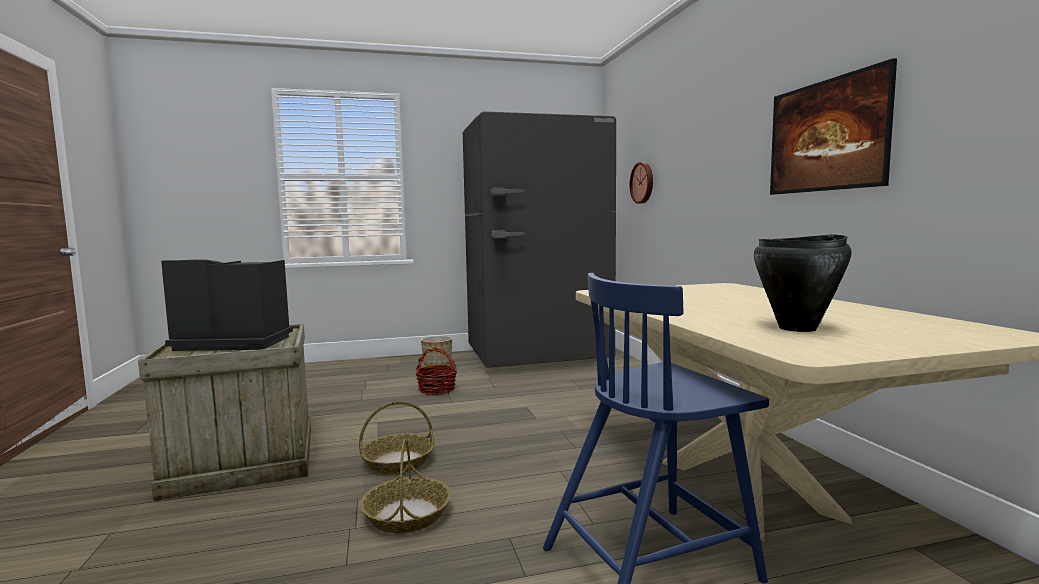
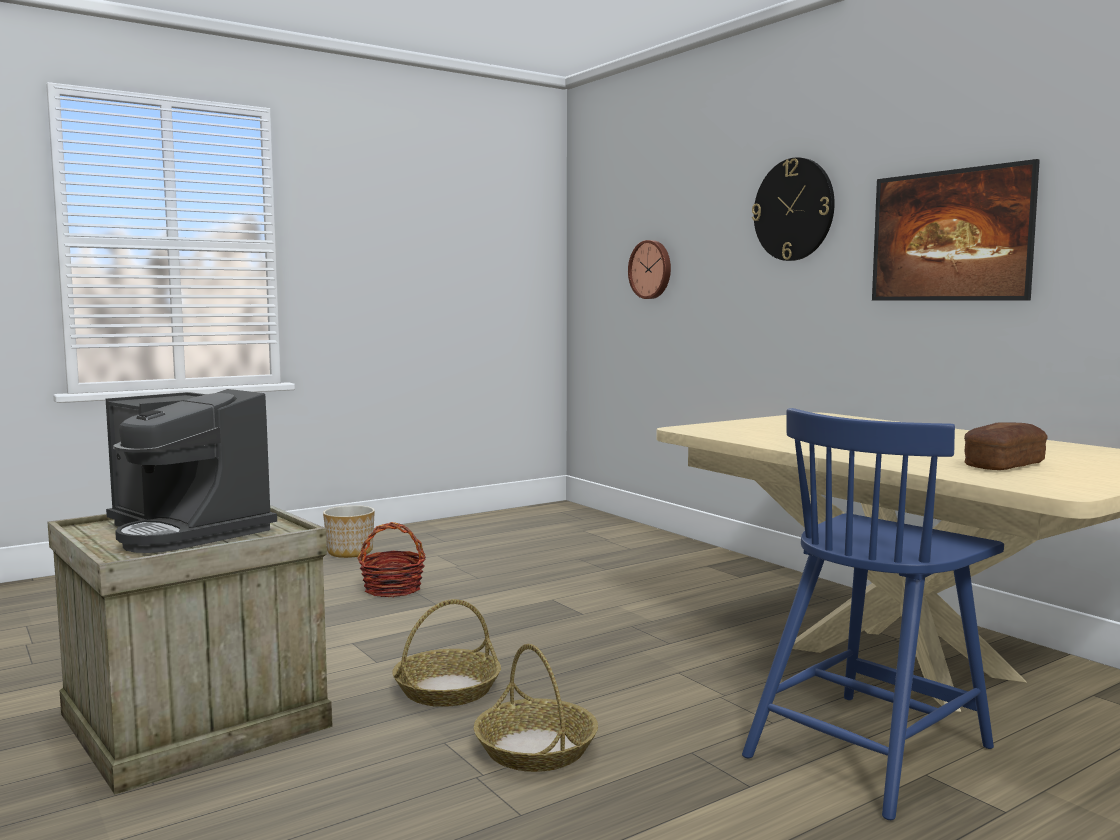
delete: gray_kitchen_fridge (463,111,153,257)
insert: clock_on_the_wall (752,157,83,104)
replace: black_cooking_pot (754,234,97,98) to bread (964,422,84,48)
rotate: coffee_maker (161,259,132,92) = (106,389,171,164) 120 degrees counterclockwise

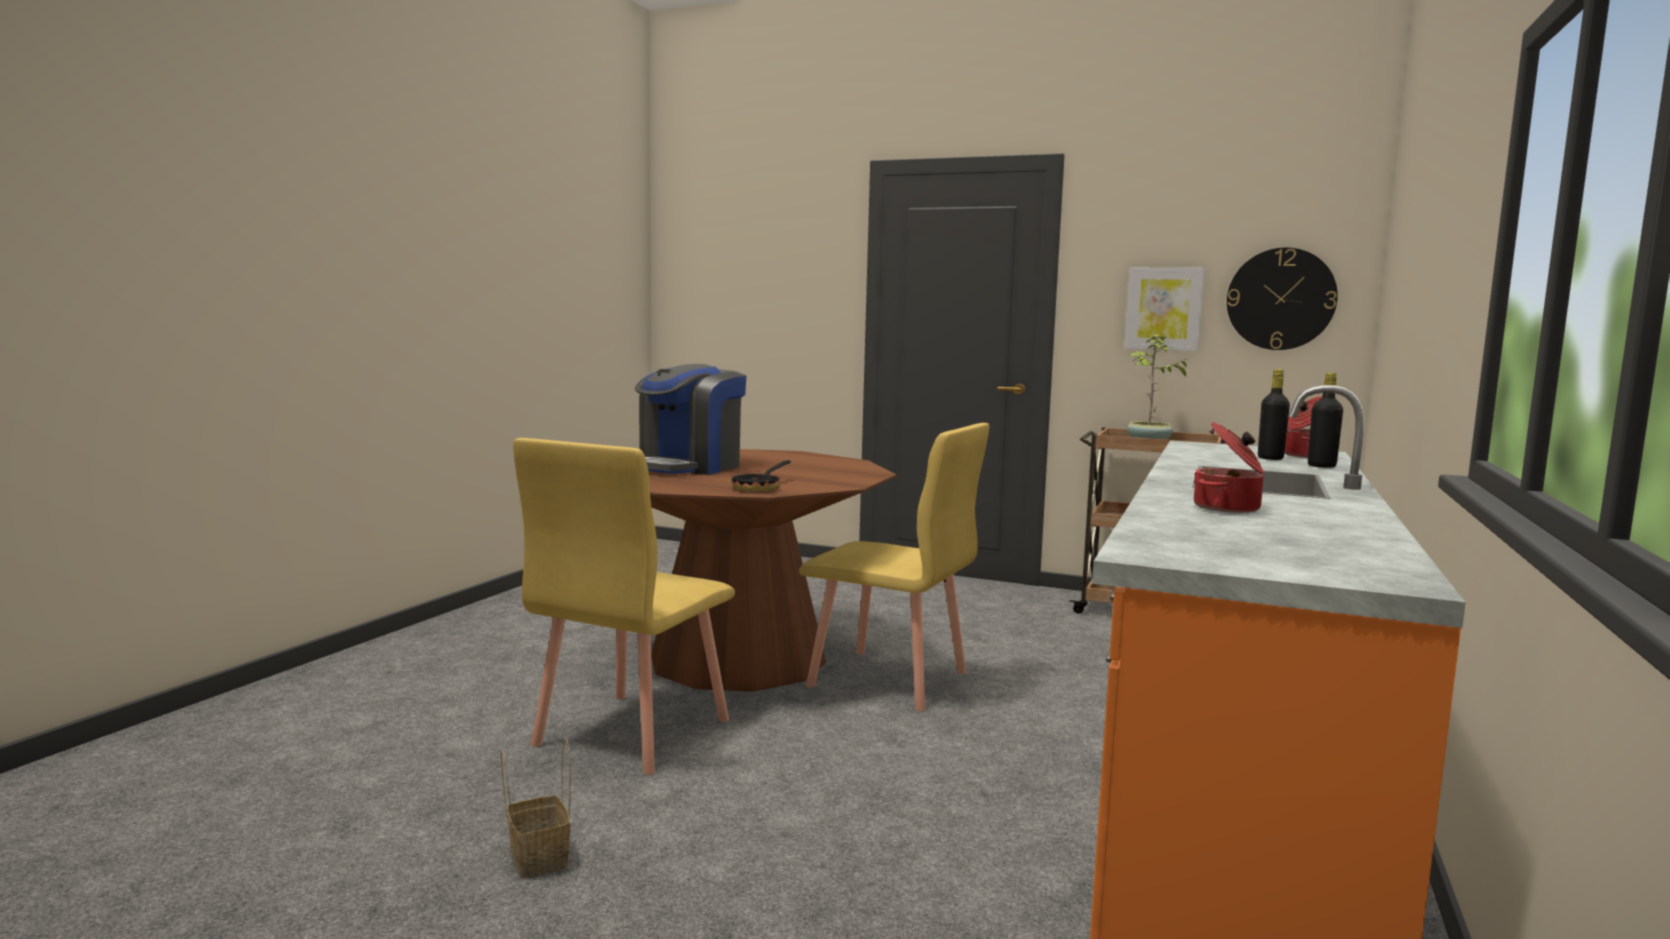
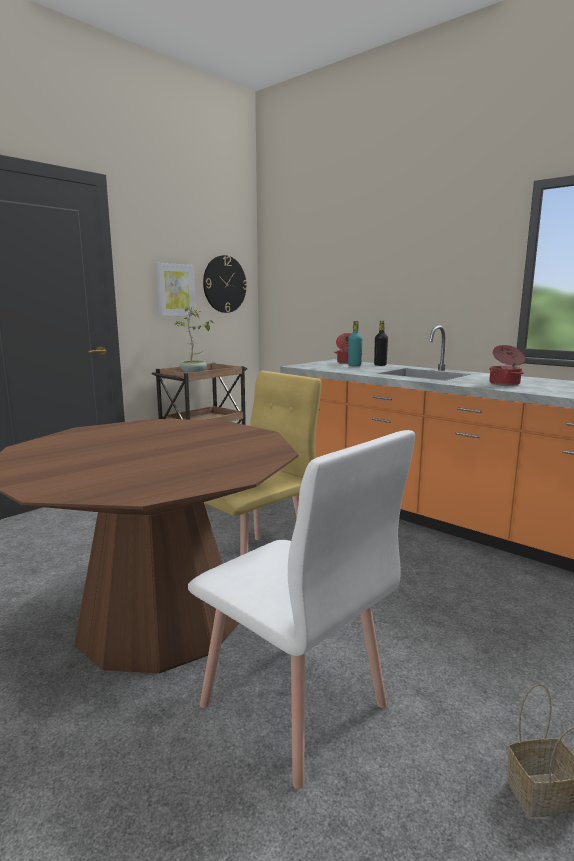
delete: coffee_maker (635,364,112,111); skillet (731,460,60,32)
recolor: yellow_upright_chair (513,438,222,337) to whitish_upright_chair (188,430,227,359); black_drink_bottle (1258,369,32,91) to turquoise-coloured_drink_bottle (348,321,14,46)

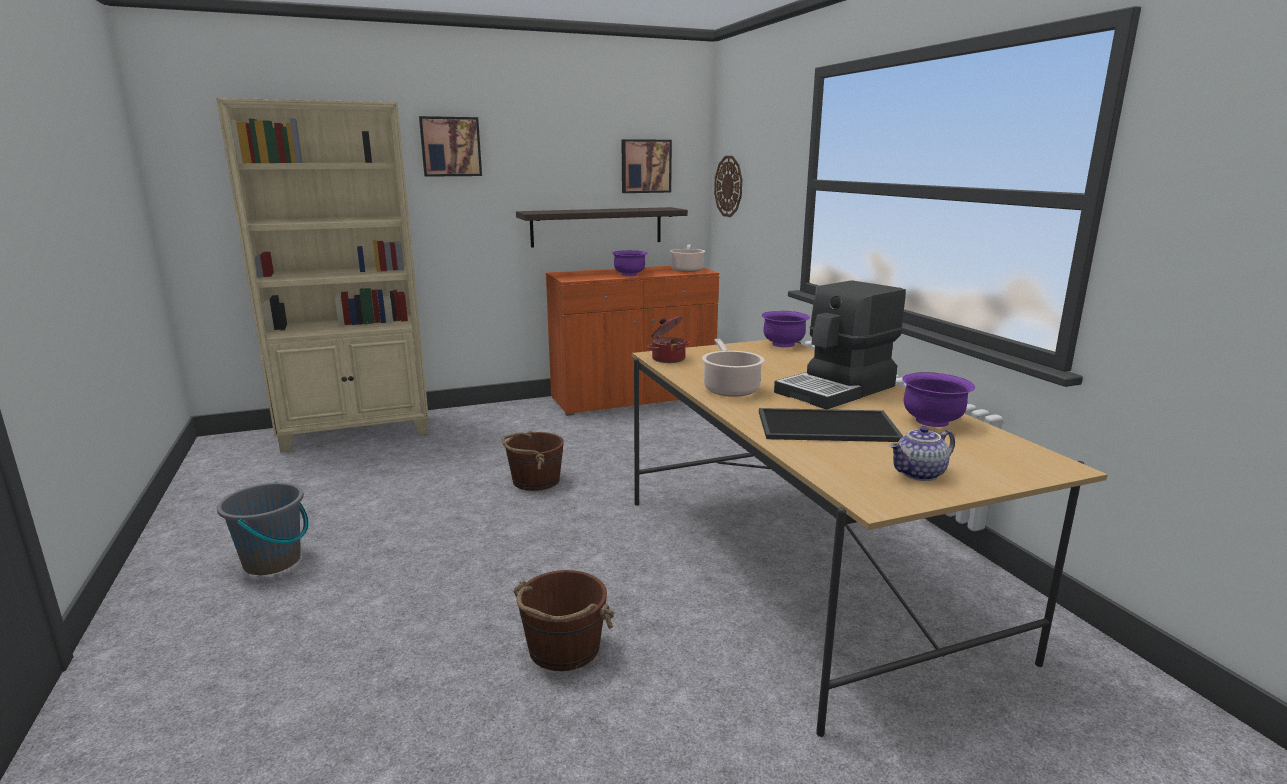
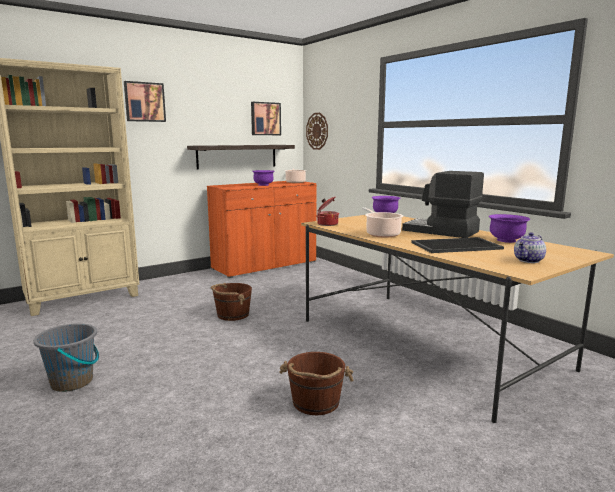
rotate: coffee_maker (774,280,132,129) = (402,171,82,67) 90 degrees clockwise

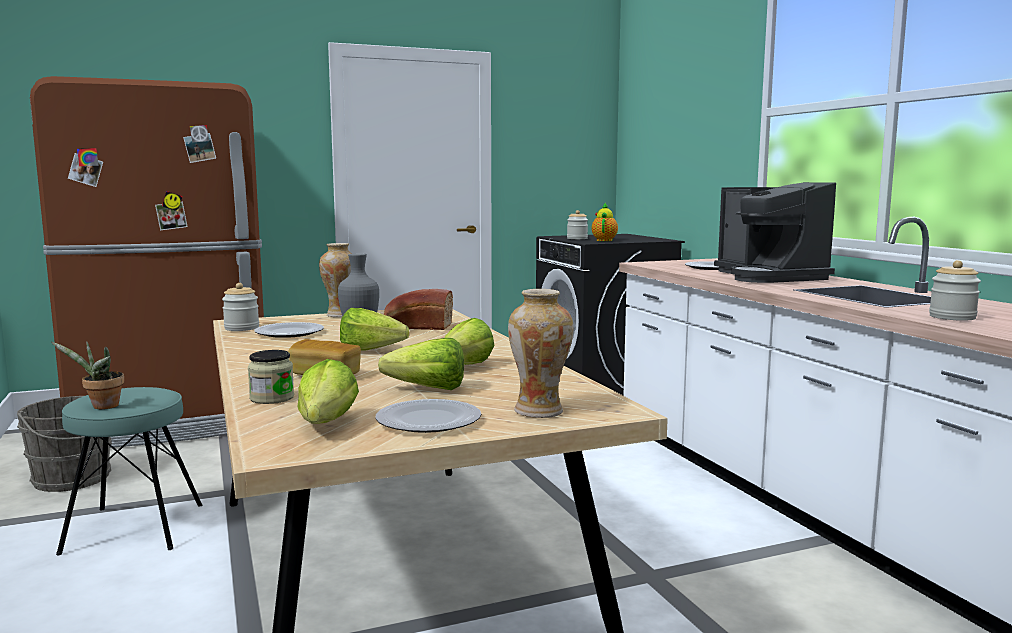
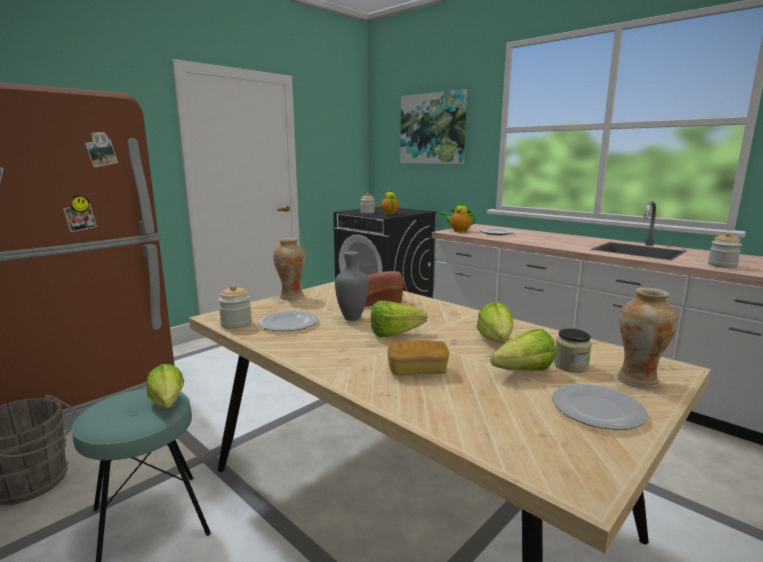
delete: potted_plant (51,341,73,68); coffee_maker (714,182,122,101)
insert: wall_art (400,89,67,75); pot_for_tea (440,201,36,31)
move: preserve_jar (248,350,46,54) to (554,328,38,44); lettuce_head (297,359,62,65) to (146,364,38,44)

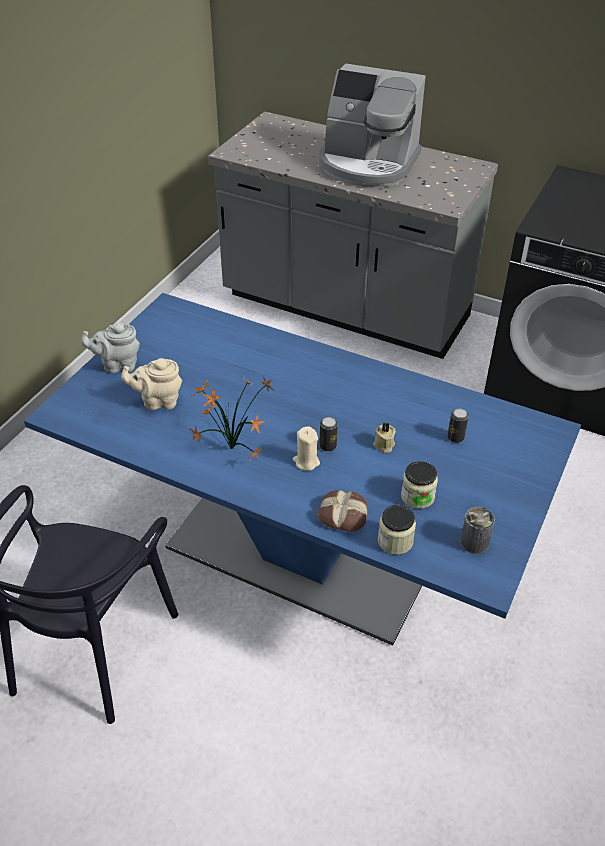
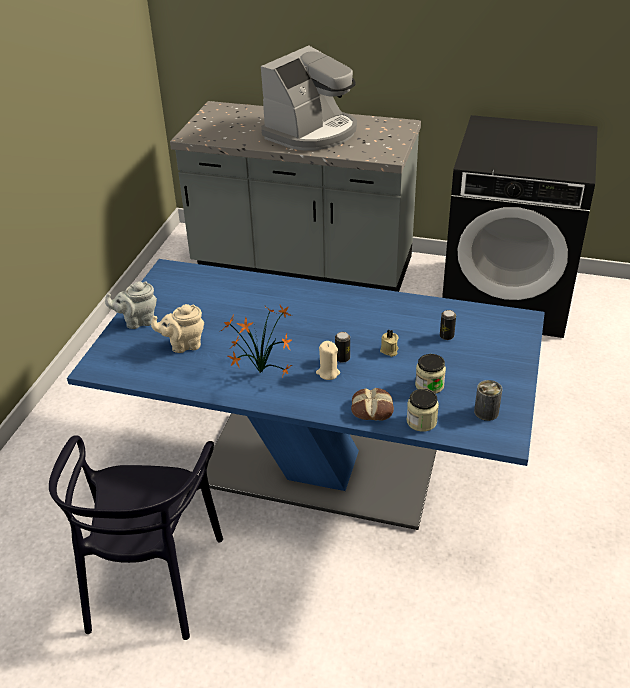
rotate: coffee_maker (320,63,106,125) = (261,46,96,105) 60 degrees counterclockwise

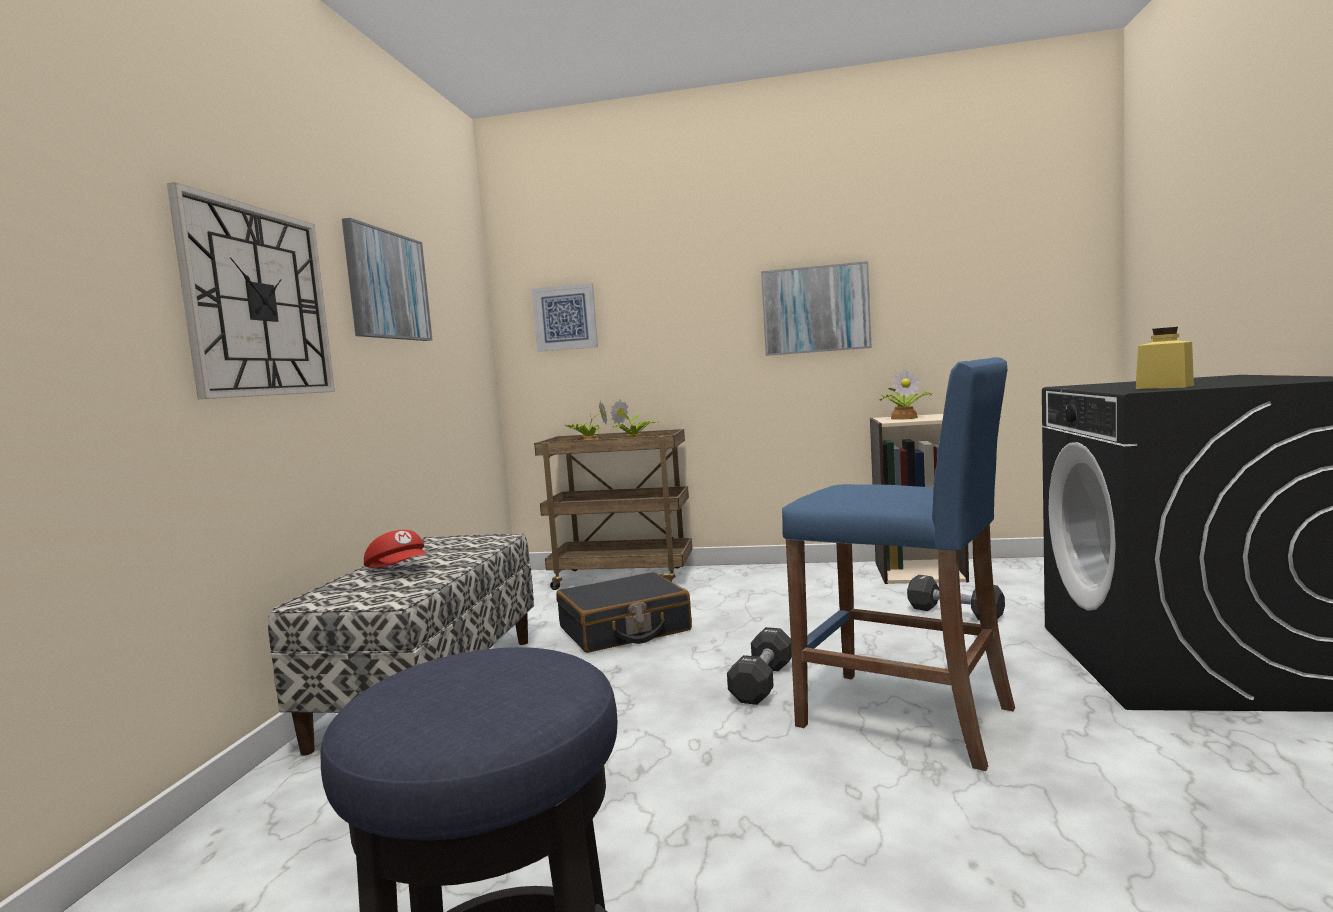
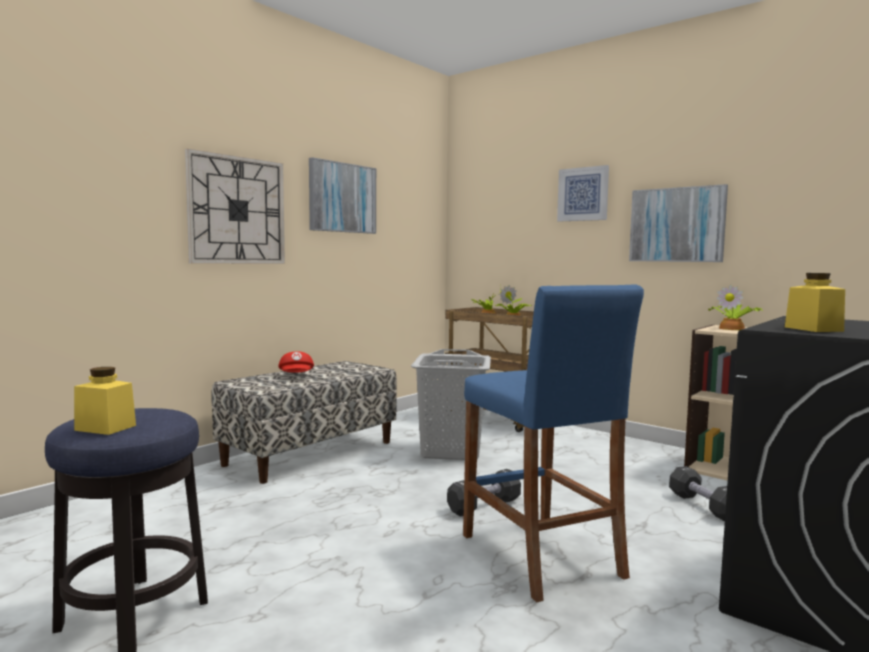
insert: yellow_preserve_jar (74,367,62,68)
move: wall_art (532,283,66,69) to (557,165,52,57)
replace: black_suitcase (556,572,136,81) to gray_laundry_basket (411,349,80,111)

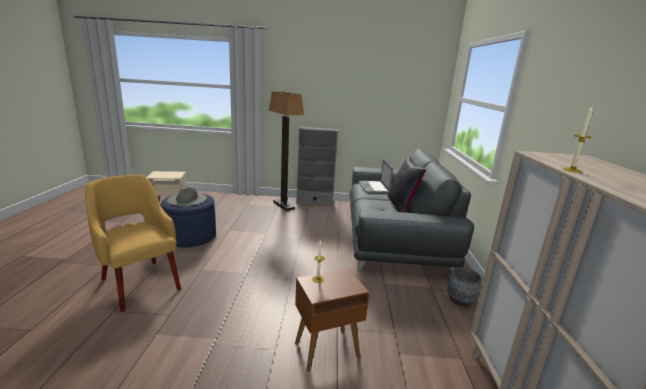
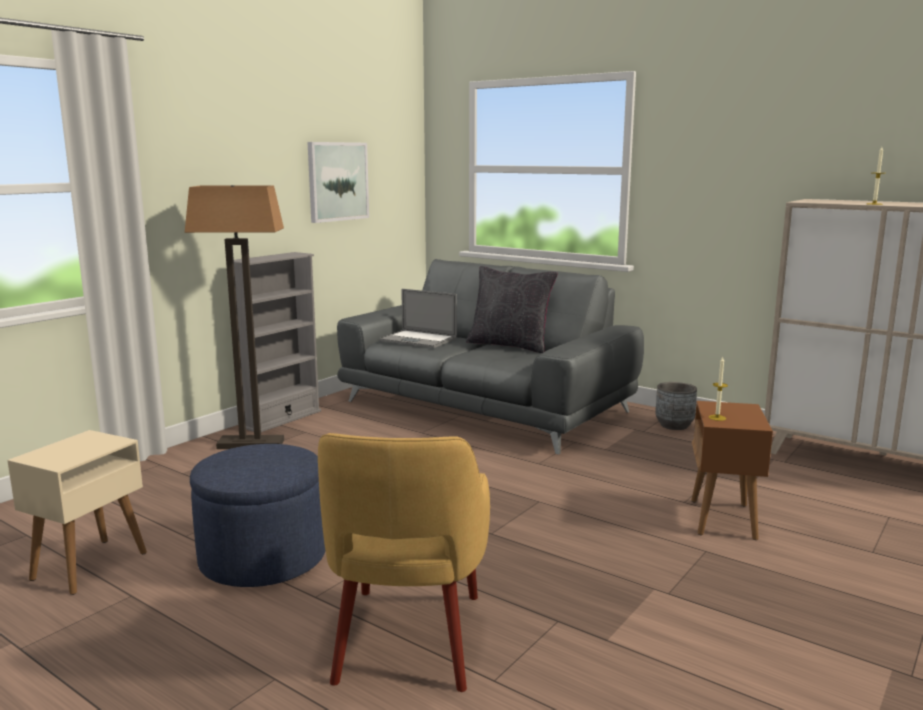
delete: gray_wearable_hat (167,185,40,21)
insert: wall_art (308,142,61,81)
rotate: yellow_armchair (85,175,96,137) = (318,433,172,259) 75 degrees counterclockwise

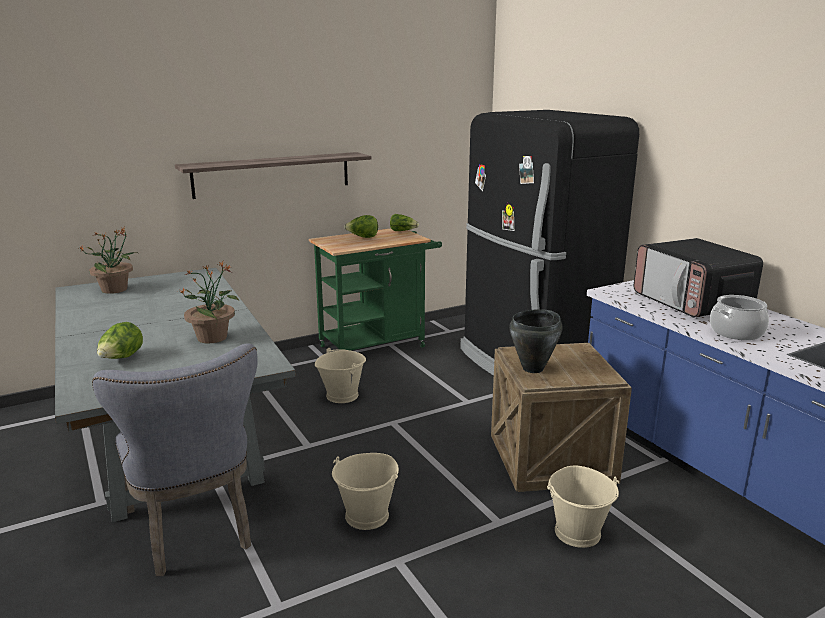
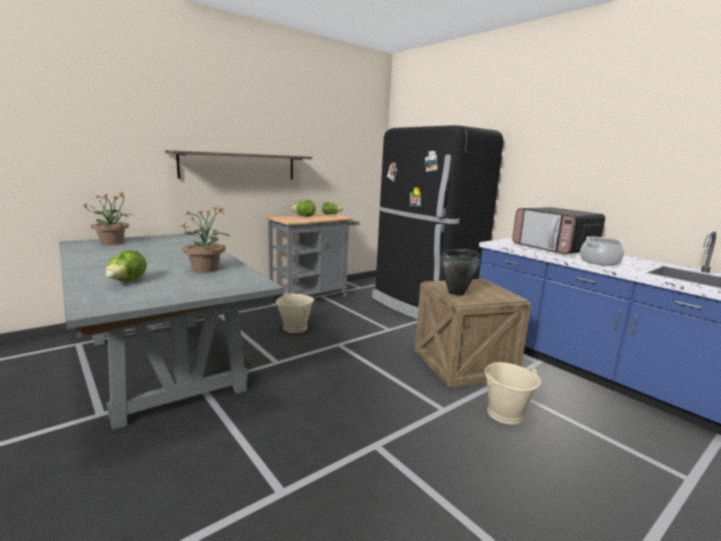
delete: gray_upright_chair (92,343,166,233); sand-coloured_pail (332,453,67,77)
recolor: green-coloured_trolley (309,228,133,123) to gray_trolley (264,213,96,84)

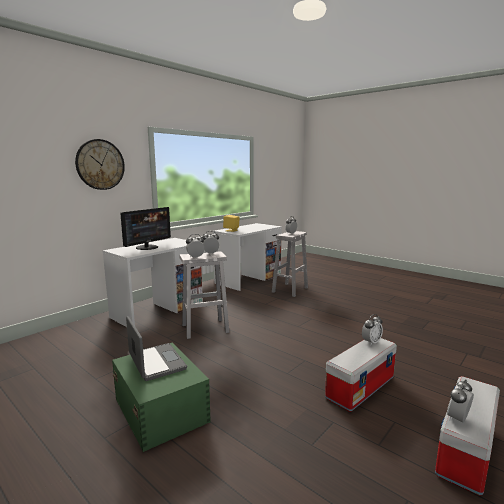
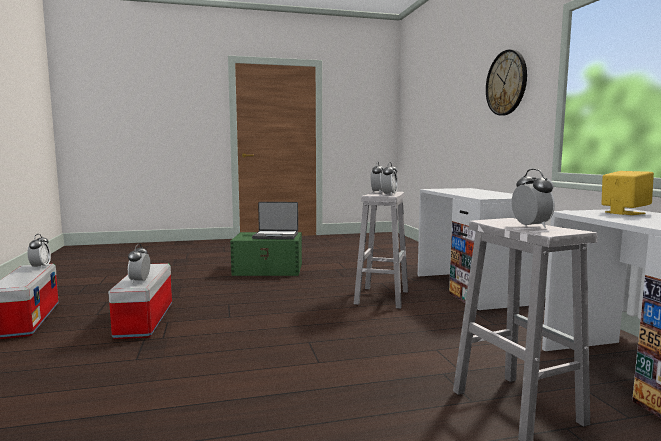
delete: computer_screen (120,207,51,43)

